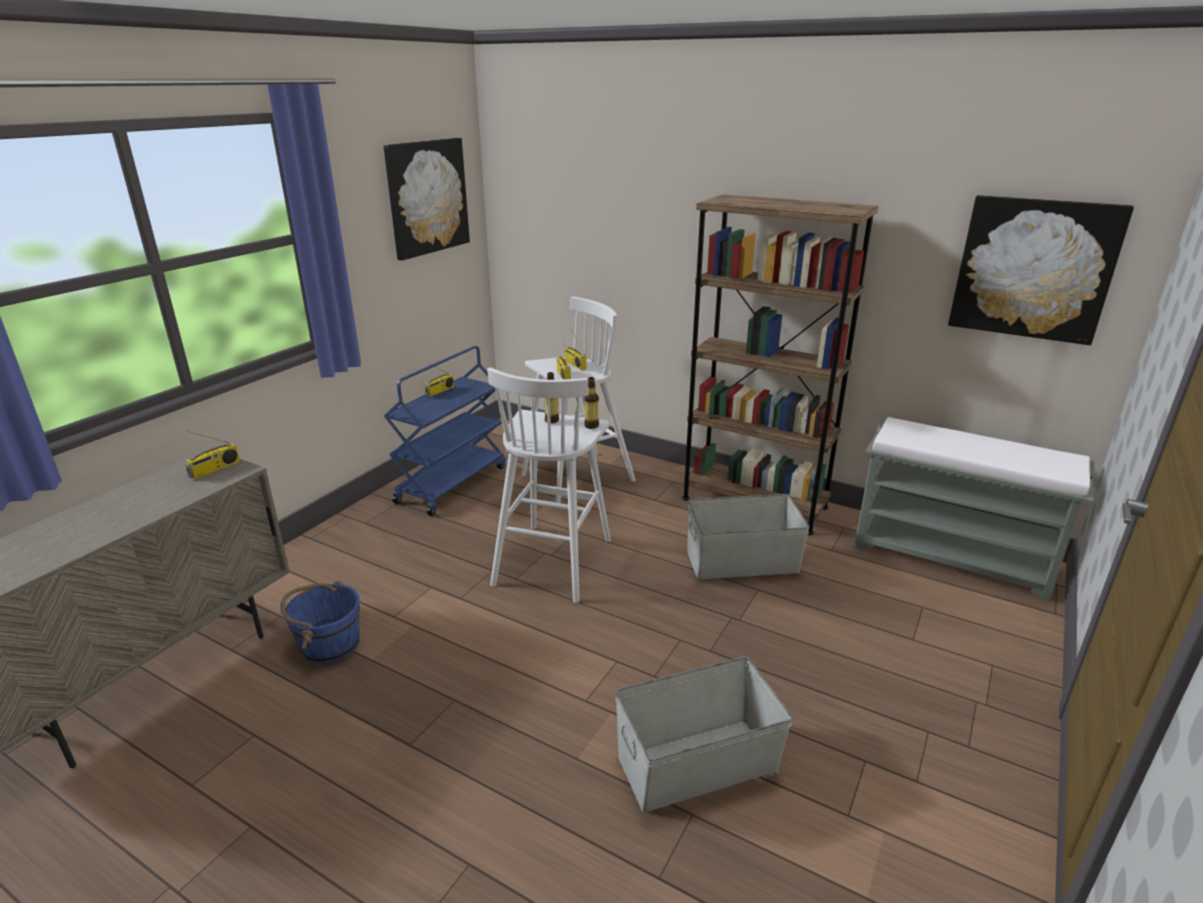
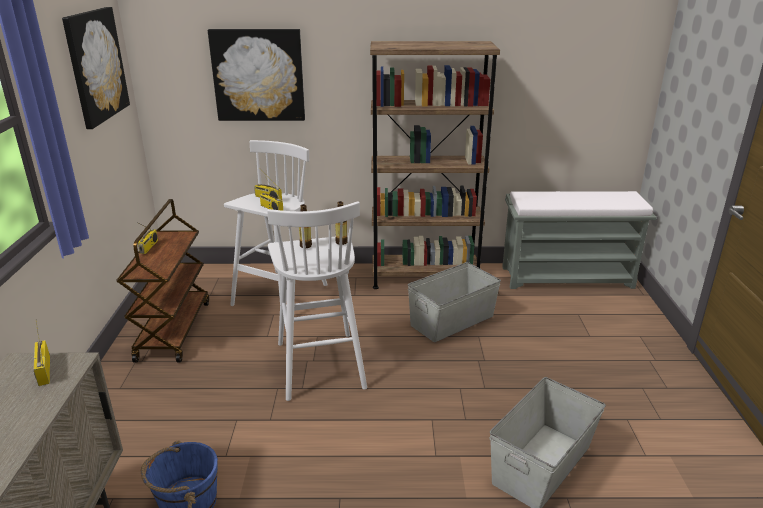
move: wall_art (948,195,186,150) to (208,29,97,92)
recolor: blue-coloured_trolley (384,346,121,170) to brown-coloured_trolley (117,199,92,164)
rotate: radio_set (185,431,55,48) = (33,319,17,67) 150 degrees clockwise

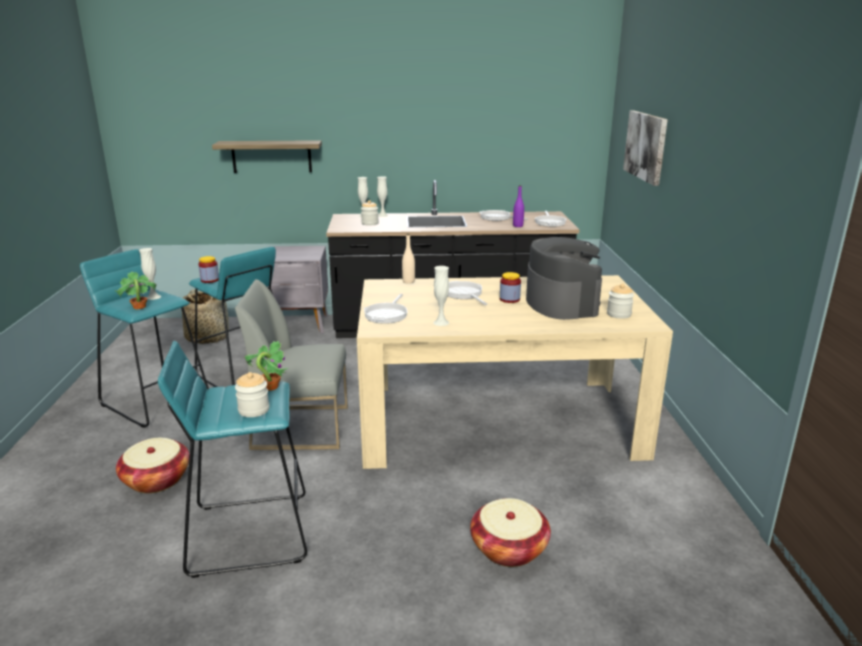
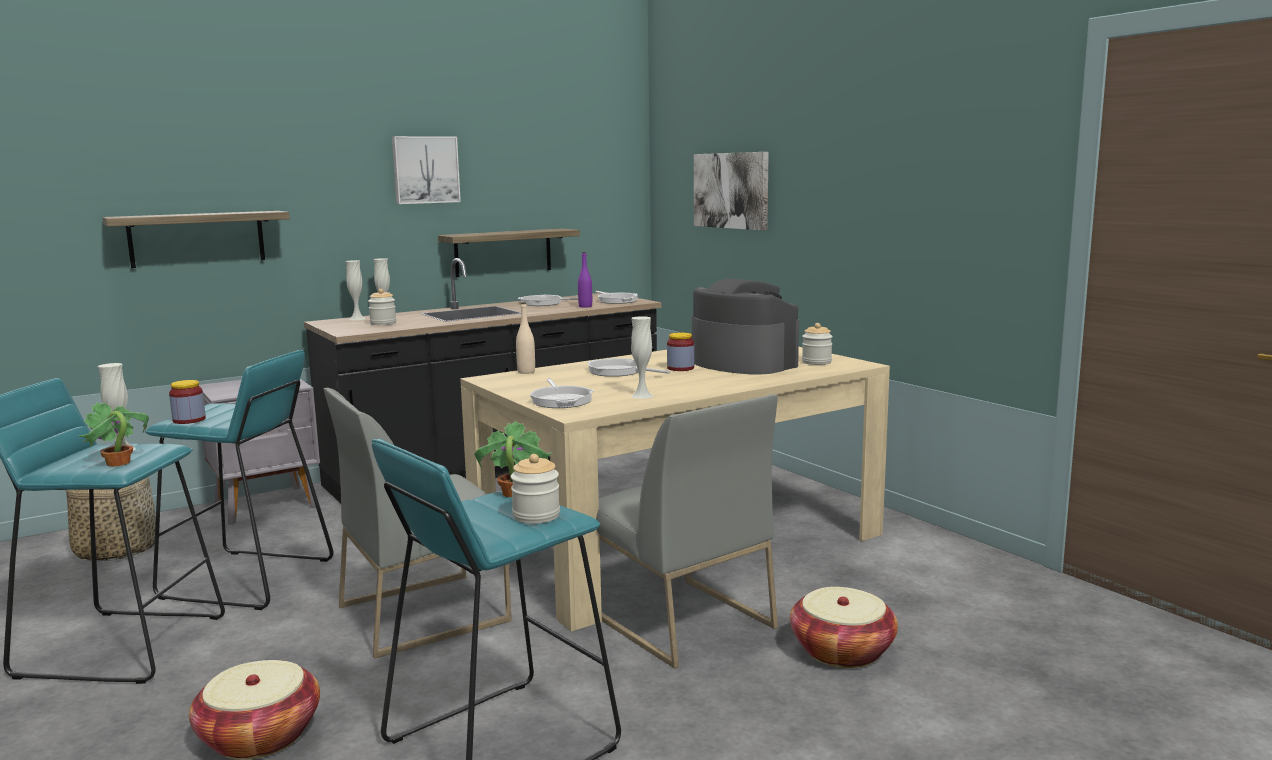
insert: wall_art (392,136,69,68); bracket_shelf (438,229,142,48); gray_upright_chair (596,394,182,275)

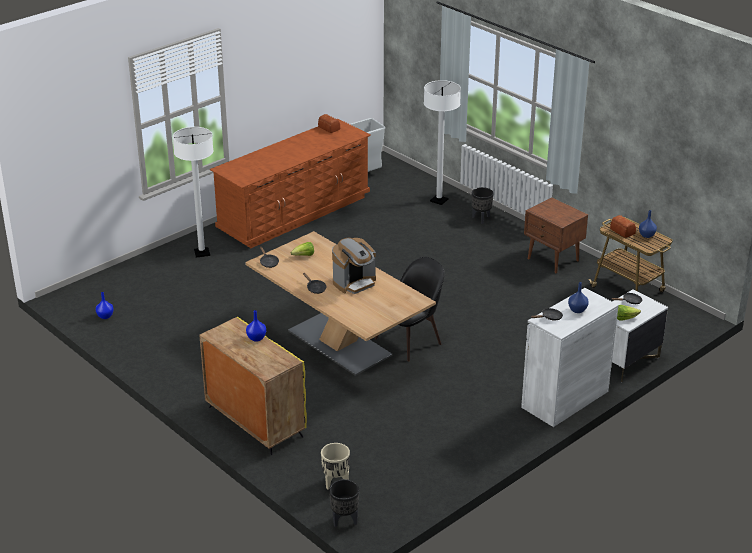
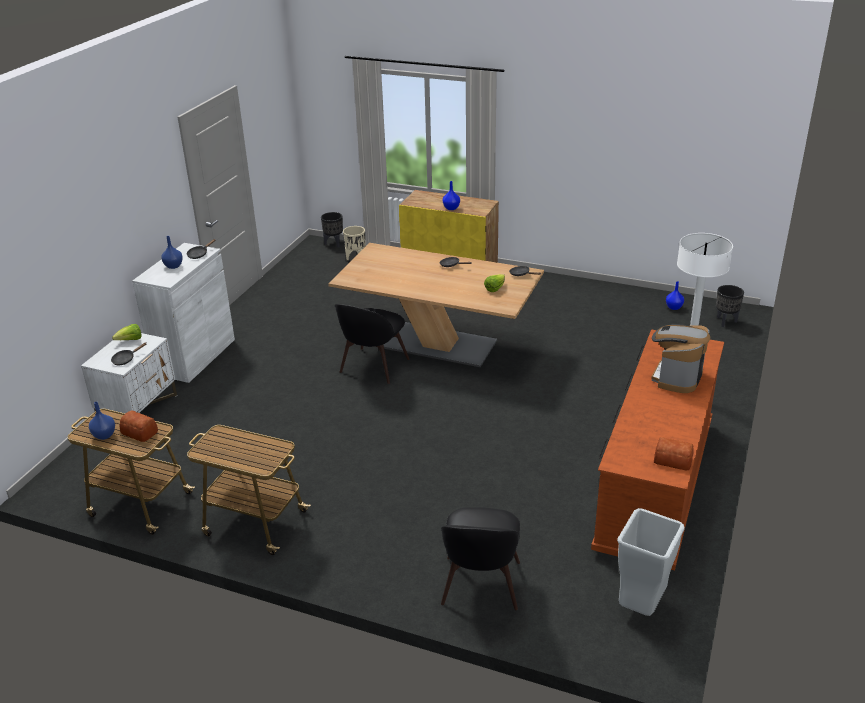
move: coffee_maker (332,238,44,56) to (651,324,59,69); black_flower_pot (472,187,22,37) to (716,285,28,42)
replace: whitish_standing_lamp (424,80,37,125) to black_upright_chair (441,507,79,103); brown-coloured_nightstand (524,197,64,76) to trolley (187,425,124,130)

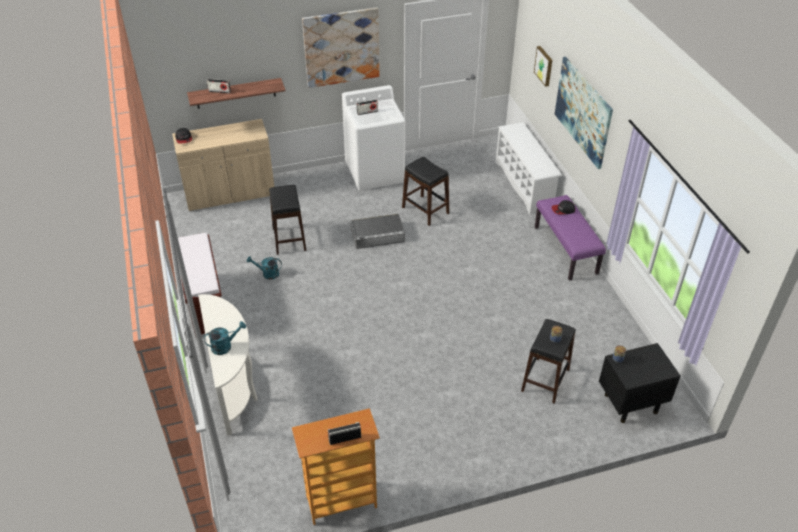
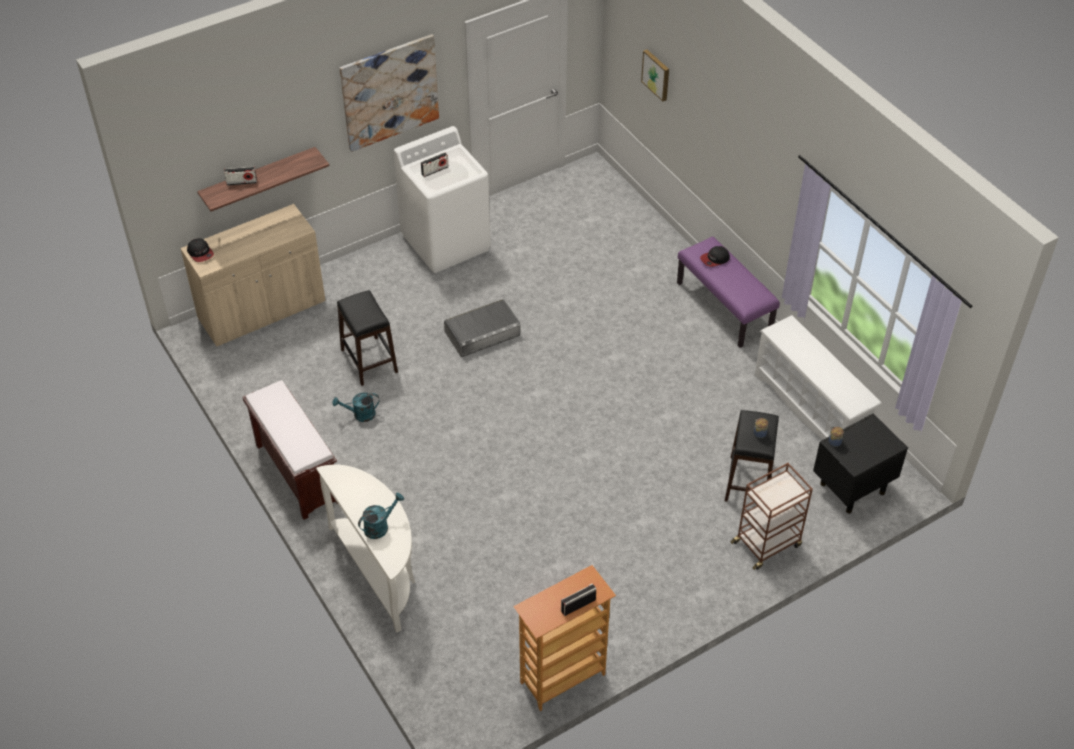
delete: black_stool (402,157,47,69); wall_art (555,57,58,112)
insert: brown-coloured_trolley (731,463,82,107)
move: whitish_shoe_shelf (496,122,66,93) to (755,315,127,125)

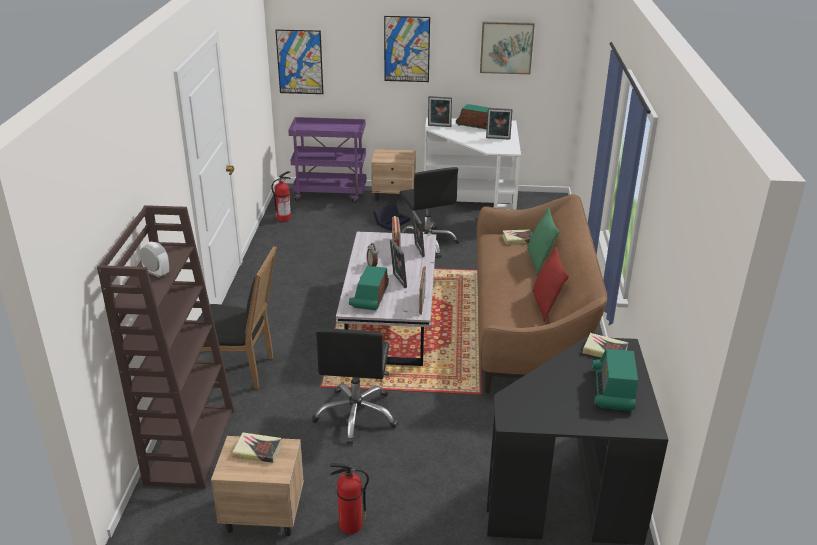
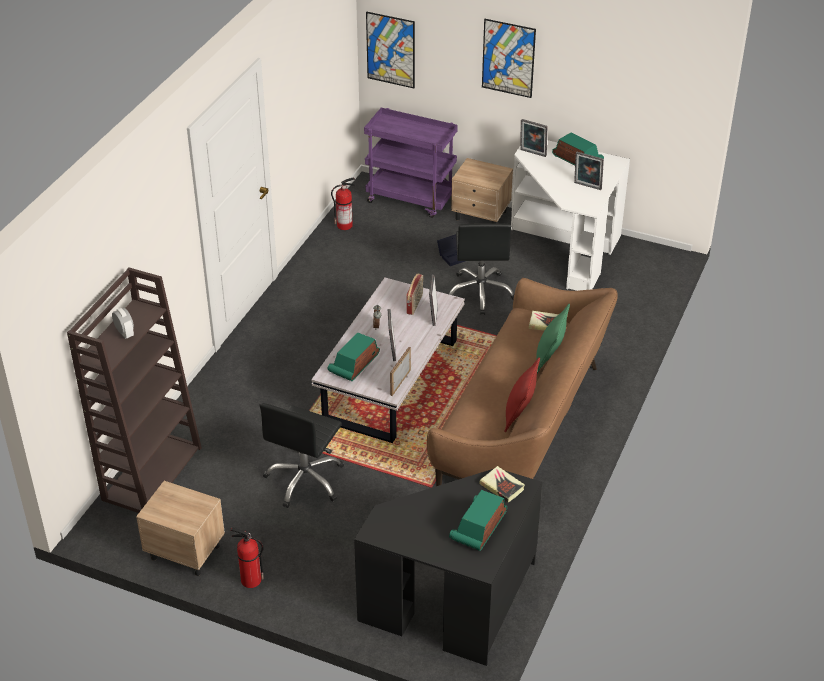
delete: black_upright_chair (197,246,80,143); volume (232,432,49,31); wall_art (480,22,55,52)

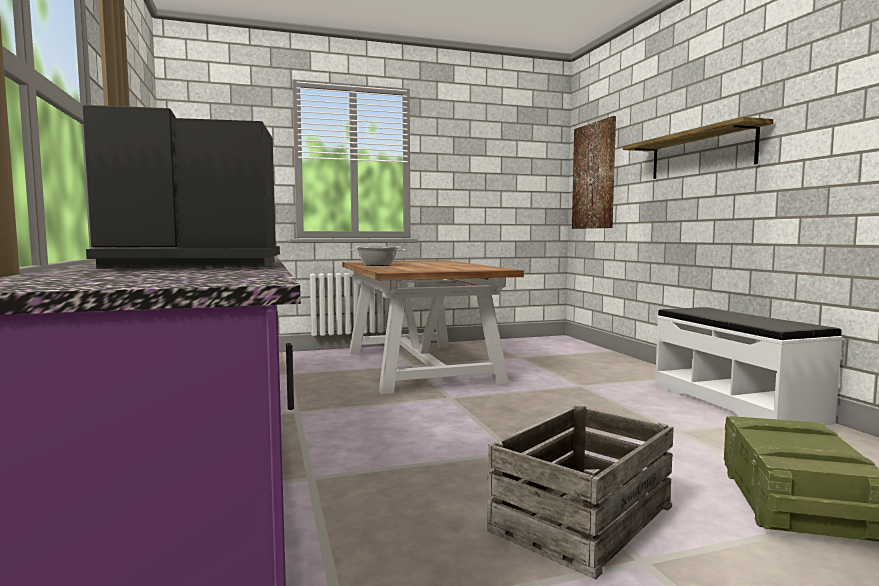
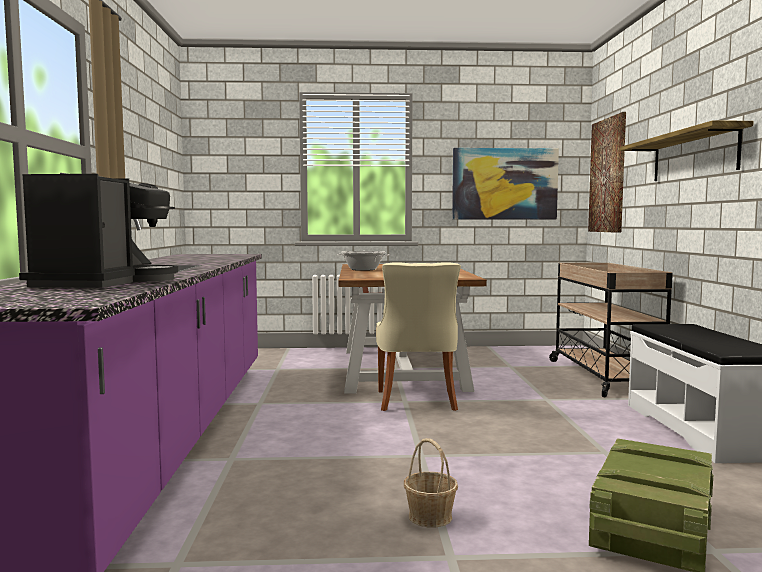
insert: sand-coloured_upright_chair (376,262,85,149); wall_art (452,148,107,71); sand-coloured_trolley (549,263,124,134)
replace: packing_crate (487,405,187,174) to basket (404,438,54,89)
rotate: coffee_maker (83,105,197,164) = (19,173,159,115) 90 degrees clockwise

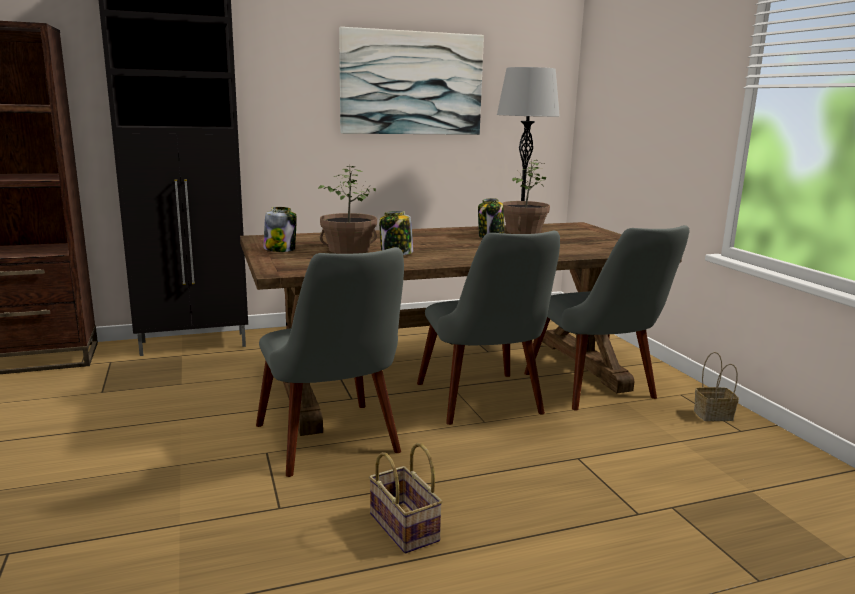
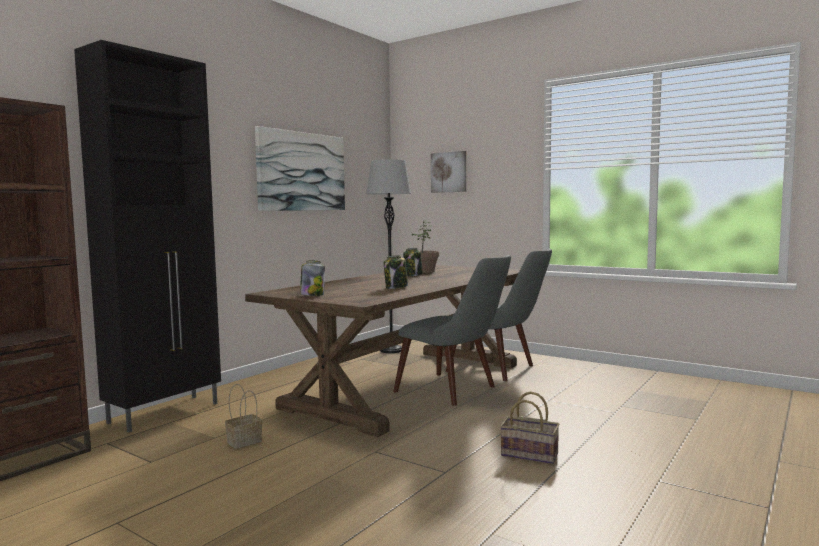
delete: gray_upright_chair (256,247,148,230); potted_plant (318,165,59,89)
insert: wall_art (431,151,35,42)
move: basket (694,352,45,69) to (225,384,37,65)

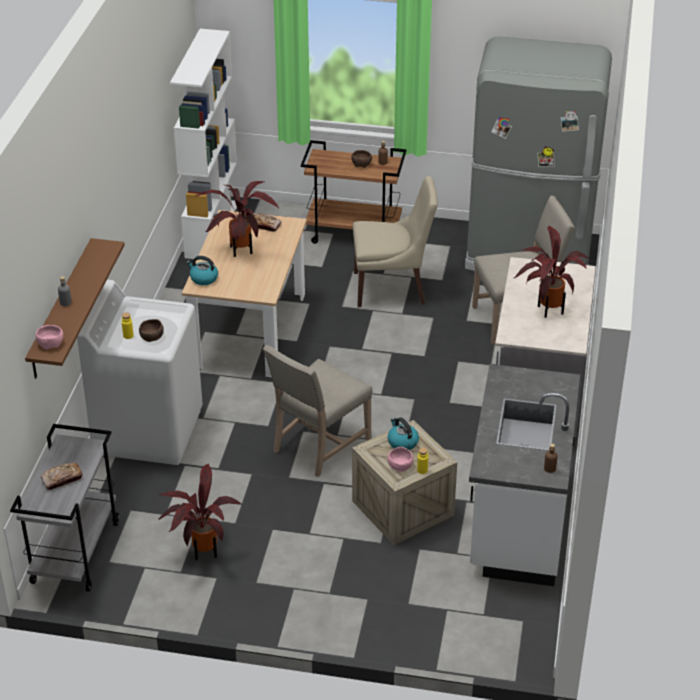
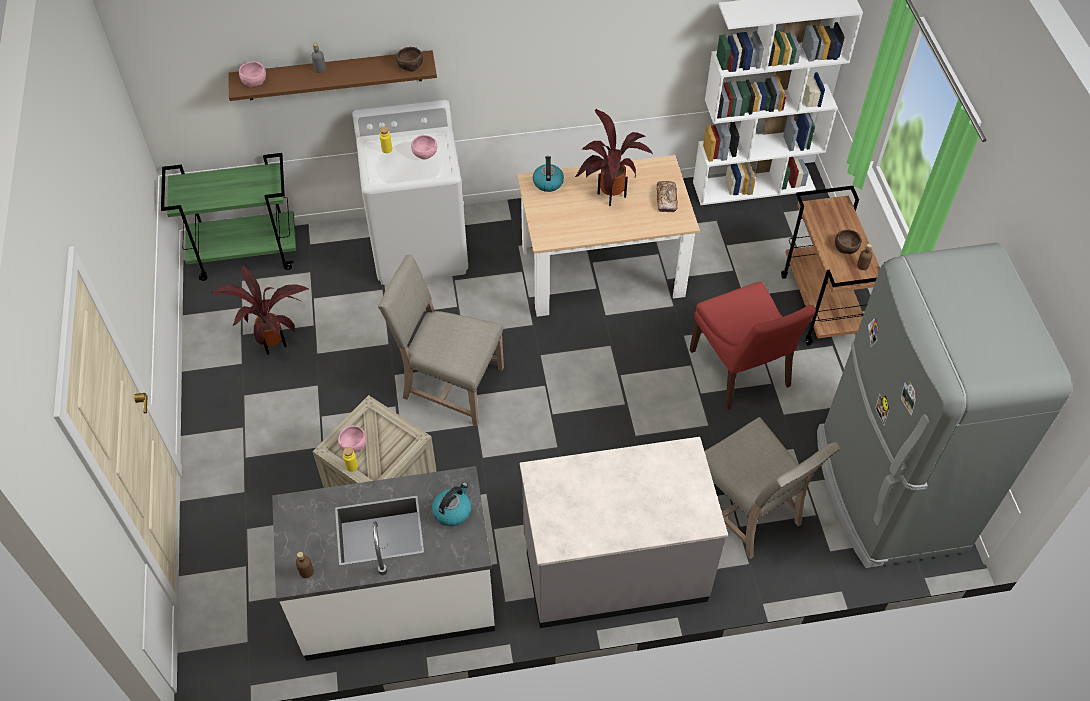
delete: bread (40,463,43,27); potted_plant (514,226,77,92)
insert: pink_deep_dish (411,135,26,25)
move: brown-coloured_deep_dish (139,319,25,23) to (396,47,27,25); water_kettle (388,417,31,33) to (432,482,39,44)
recolor: gray_trolley (10,424,109,168) to green-coloured_trolley (161,153,135,128); sand-coloured_upright_chair (353,176,85,131) to red_upright_chair (690,282,126,128)

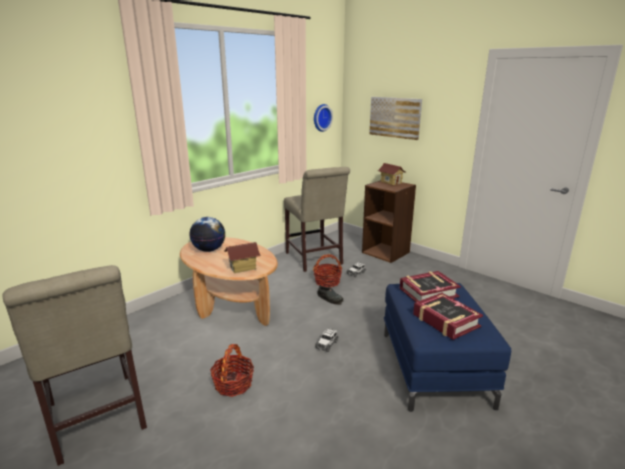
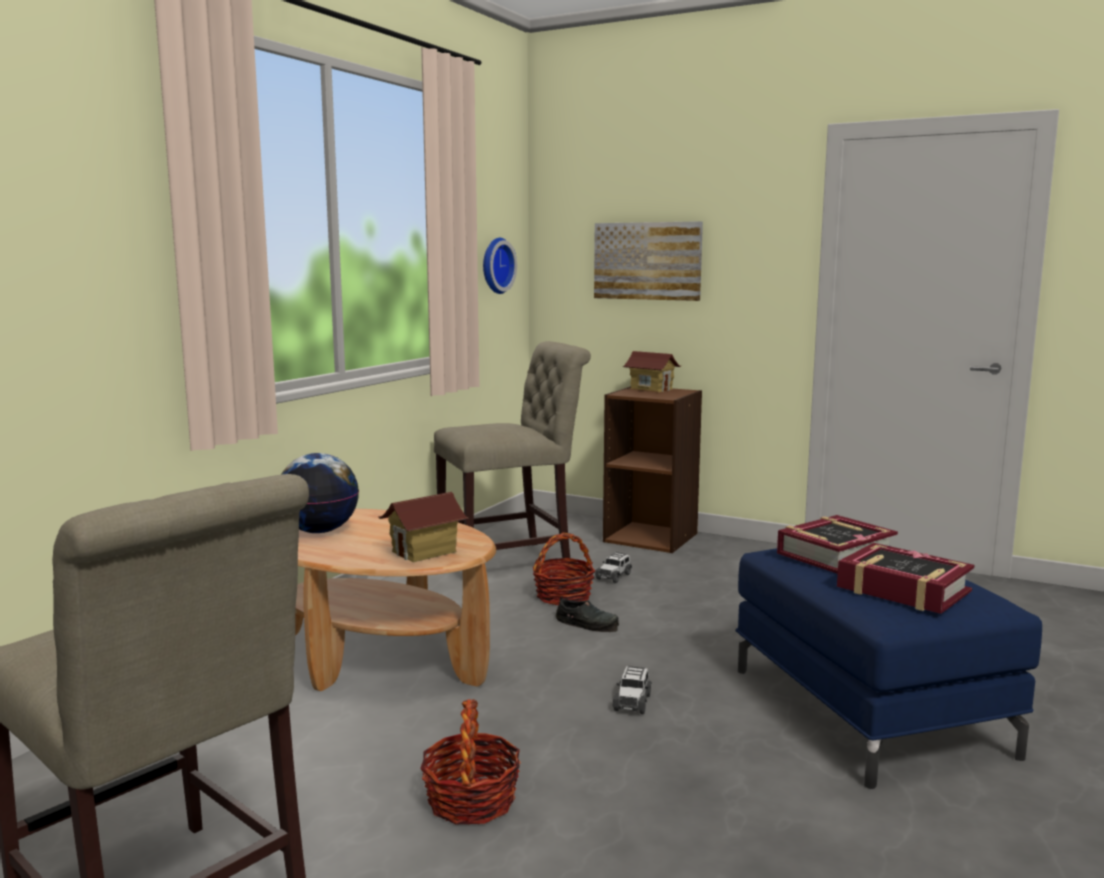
rotate: sand-coloured_upright_chair (284,167,66,105) = (434,341,157,229) 75 degrees counterclockwise

